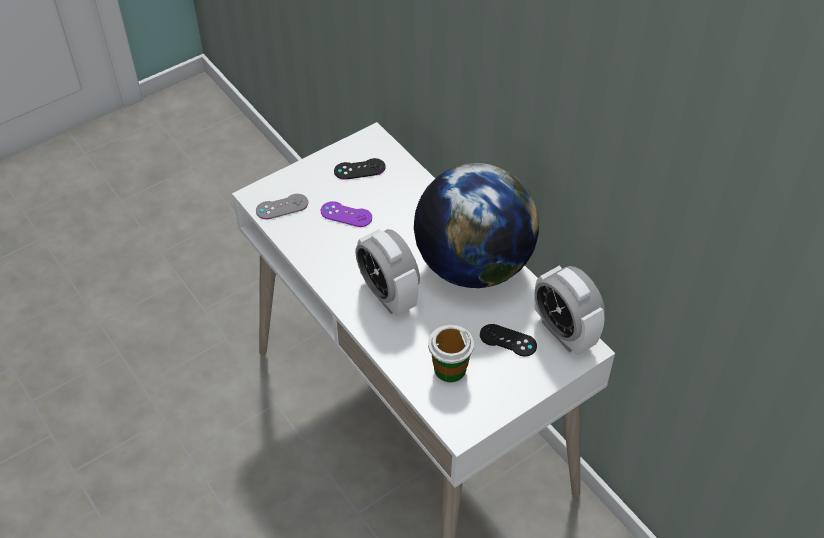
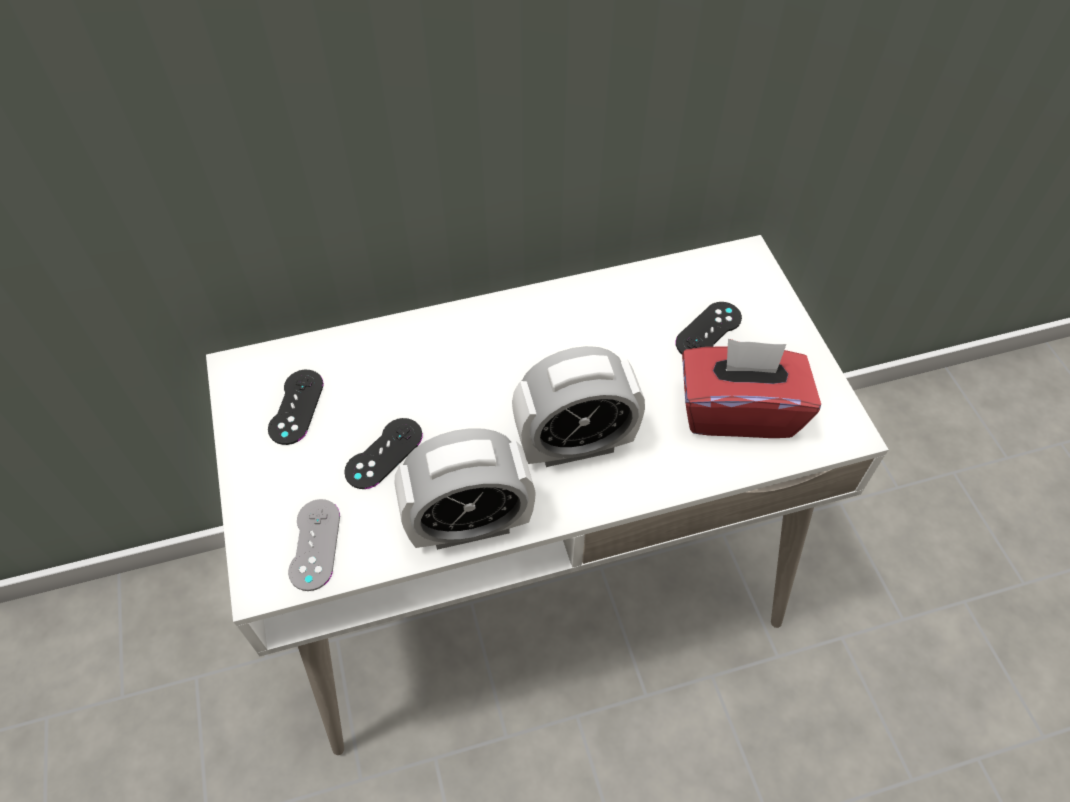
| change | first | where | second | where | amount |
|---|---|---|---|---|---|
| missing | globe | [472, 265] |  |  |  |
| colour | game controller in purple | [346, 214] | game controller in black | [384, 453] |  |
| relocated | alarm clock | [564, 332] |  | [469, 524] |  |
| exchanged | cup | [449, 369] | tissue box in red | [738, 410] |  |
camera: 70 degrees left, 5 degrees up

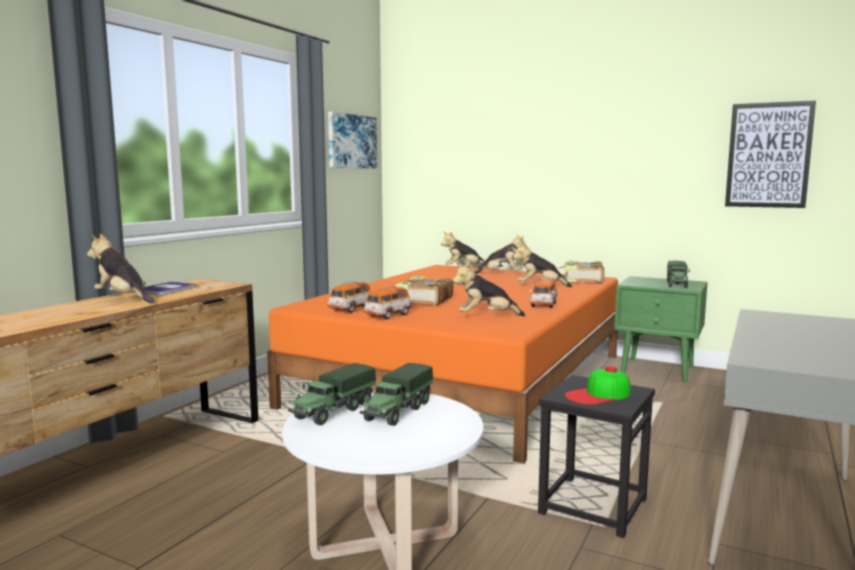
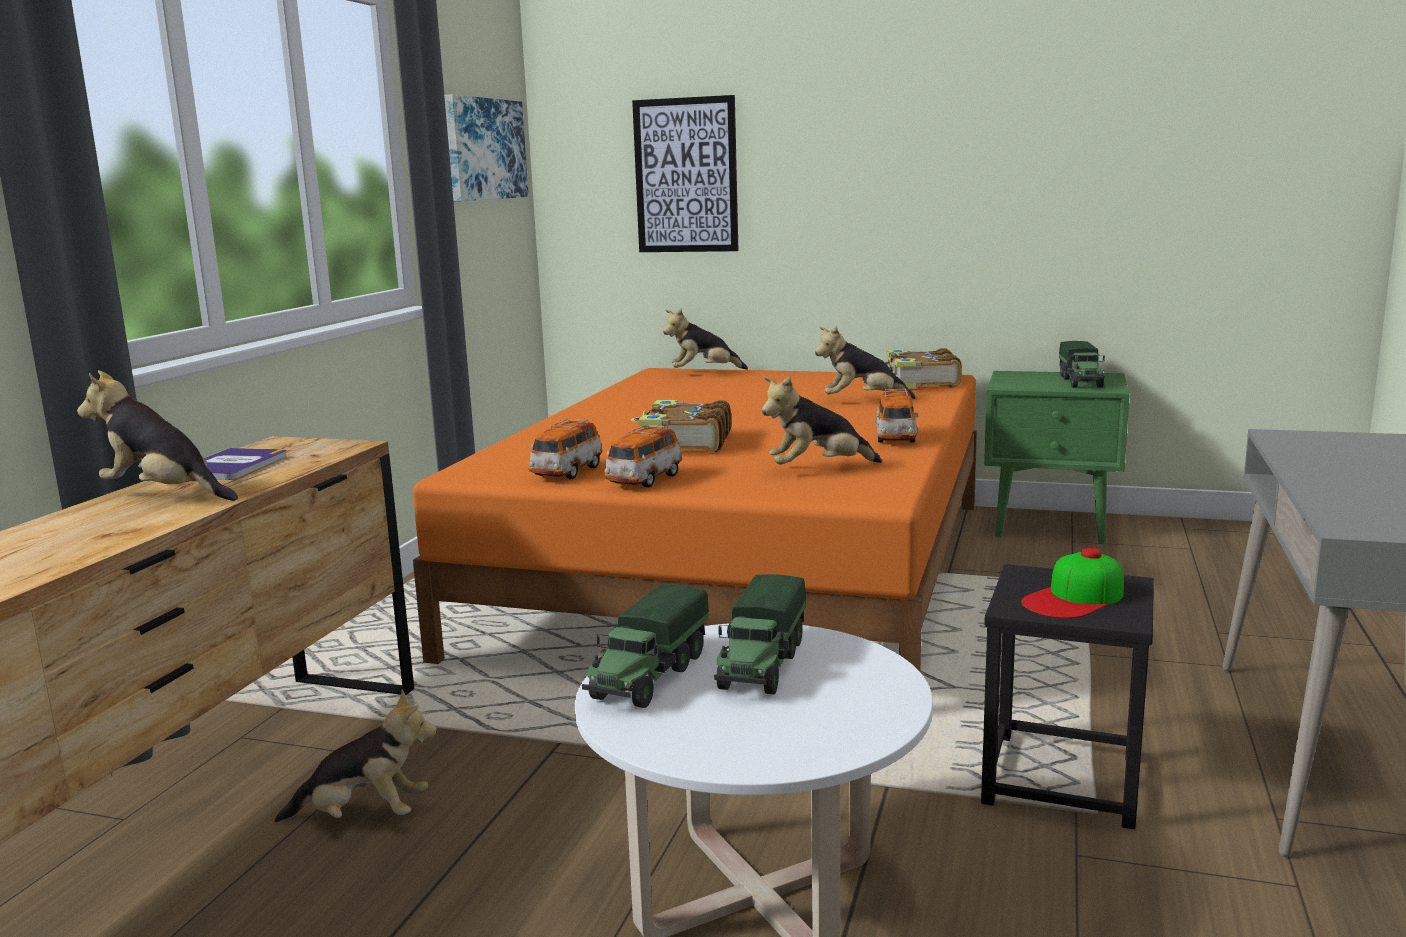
| change | first | where | second | where | amount |
|---|---|---|---|---|---|
| relocated | picture | [768, 155] |  | [686, 175] |  |
| relocated | plush toy | [501, 274] |  | [364, 816] |  |
camera: 10 degrees left, 5 degrees up

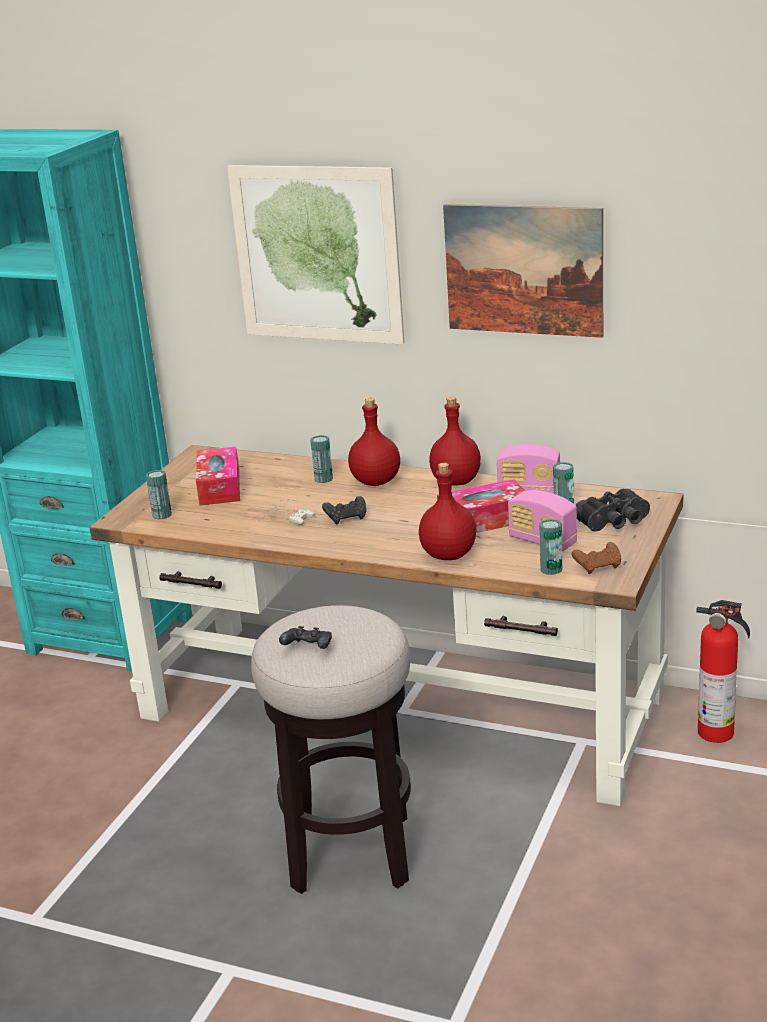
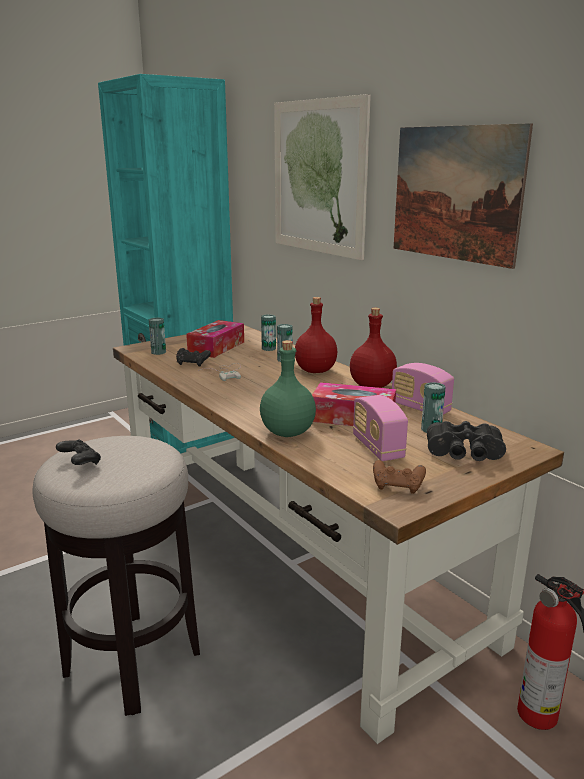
| change | first | where | second | where | amount |
|---|---|---|---|---|---|
| colour | bottle in red | [448, 555] | bottle in green | [286, 432] |  |
| relocated | game controller in black | [346, 518] |  | [193, 363] |  |
| relocated | can | [551, 569] |  | [268, 348] |  |
camera: 30 degrees right, 5 degrees down

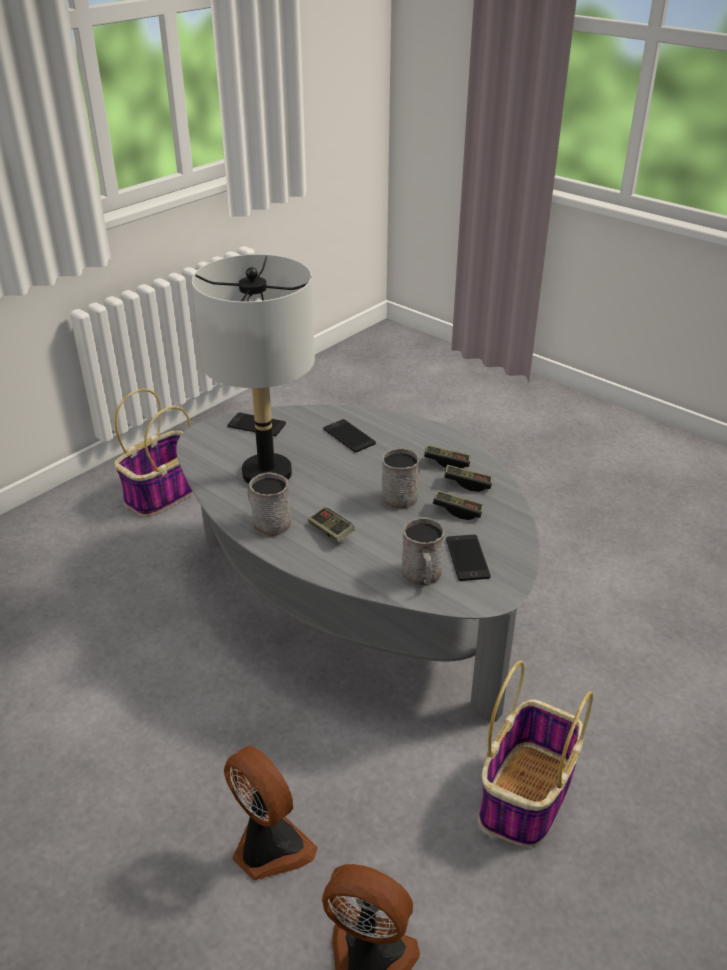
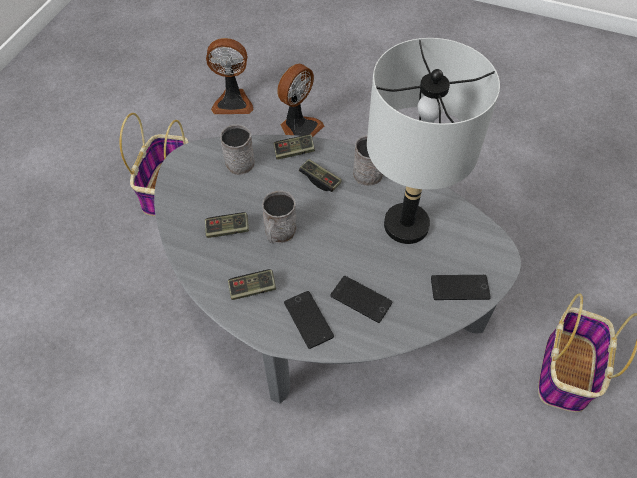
| change | first | where | second | where | amount |
|---|---|---|---|---|---|
| relocated | game controller | [467, 484] |  | [294, 152] |  |
| relocated | phone | [467, 558] |  | [308, 319] |  |
| spun | fan | [268, 848] |  | [299, 128] | 75 degrees counterclockwise |
camera: 160 degrees right, 20 degrees up

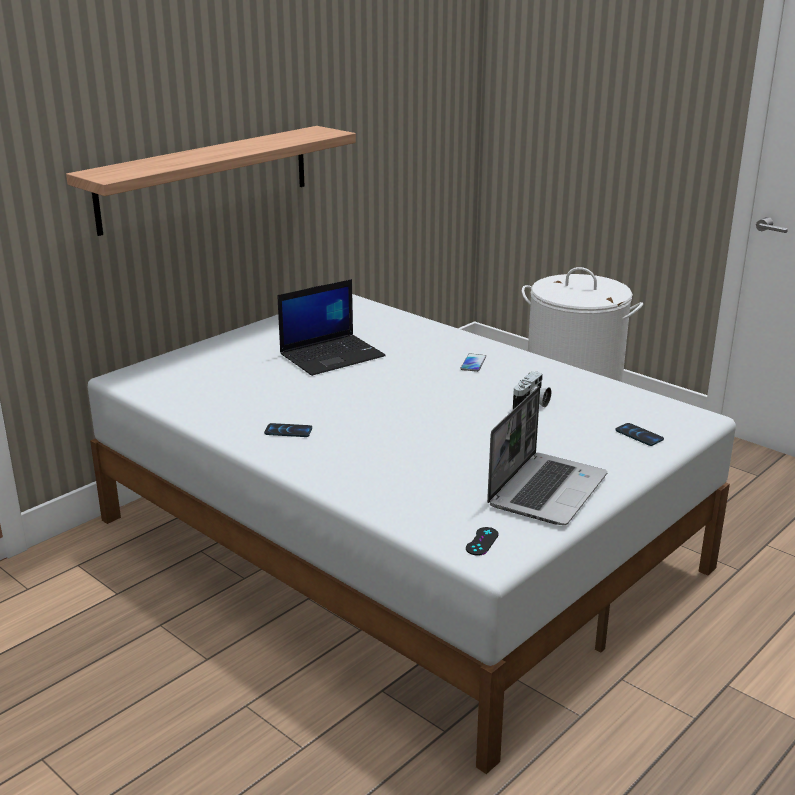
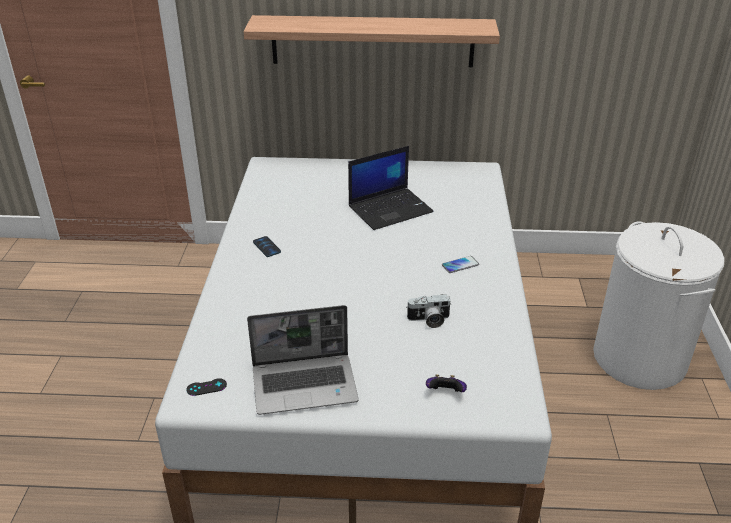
| change | first | where | second | where | amount |
|---|---|---|---|---|---|
| spun | laptop | [332, 355] |  | [390, 208] | 45 degrees counterclockwise |
| exchanged | phone | [639, 435] | game controller | [445, 393] |  |
camera: 50 degrees right, 10 degrees up

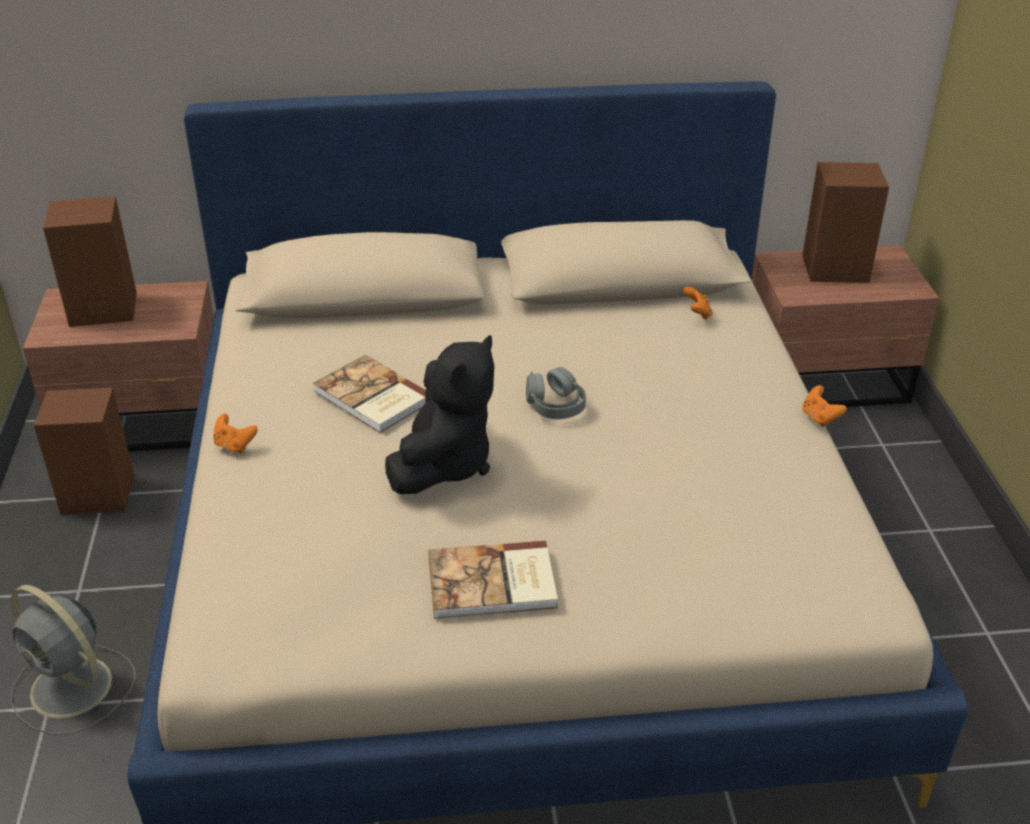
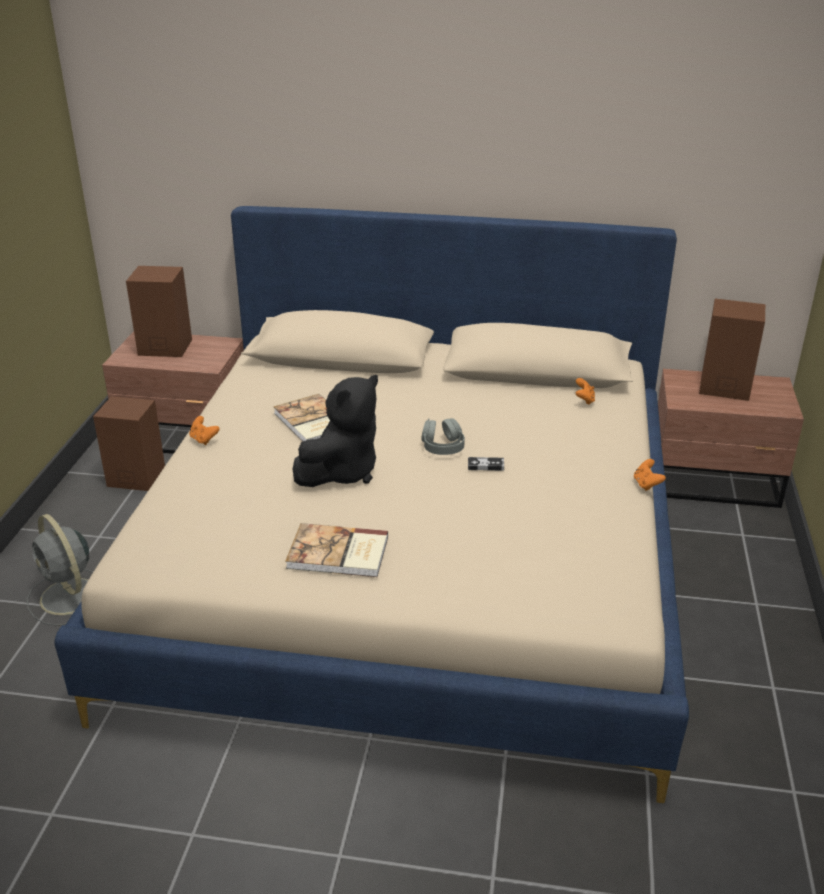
| change | first | where | second | where | amount |
|---|---|---|---|---|---|
| appeared |  |  | game controller | [485, 466] |  |
camera: 15 degrees right, 5 degrees down

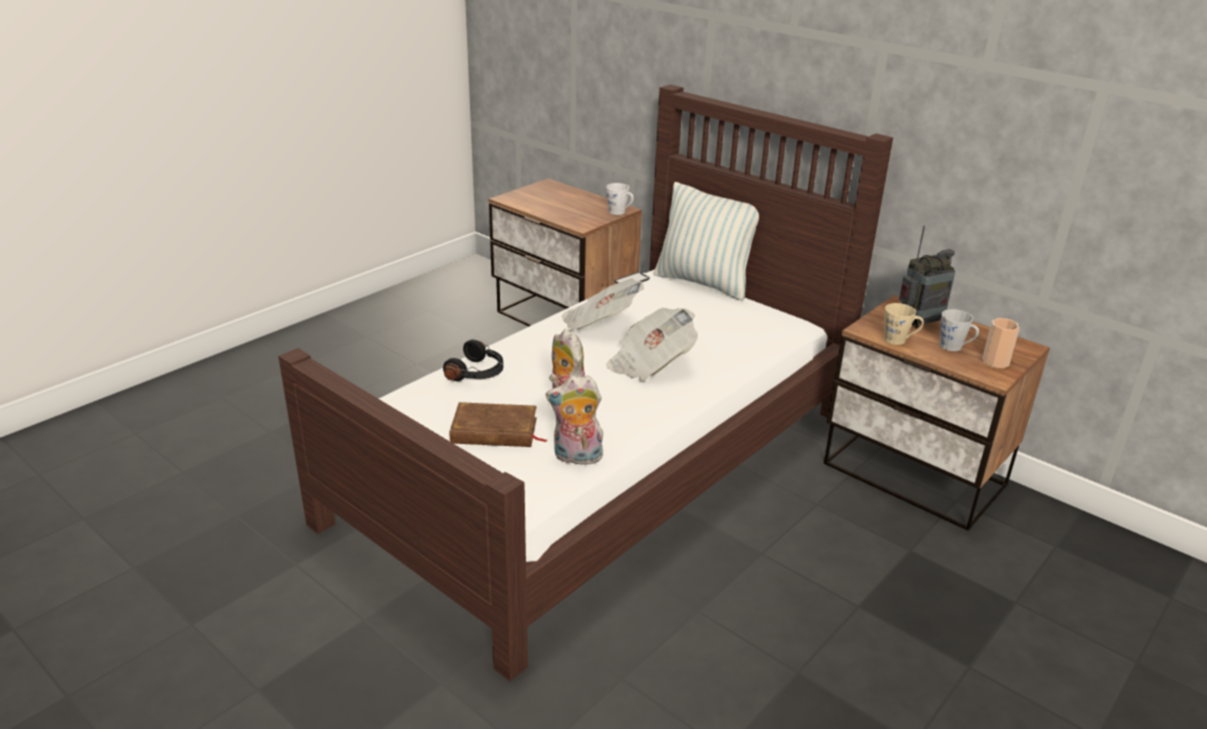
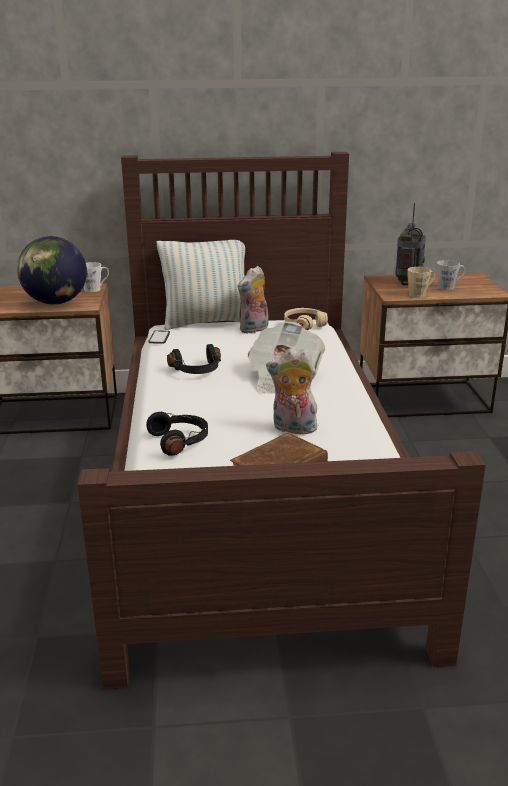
| change | first | where | second | where | amount |
|---|---|---|---|---|---|
| exchanged | newspaper | [599, 324] | headphones in black | [197, 371] |  |
| missing | cup | [995, 362] |  |  |  |
| relocated | plush toy | [576, 458] |  | [254, 329] |  |
| appeared |  |  | globe | [56, 302] |  |
| appeared |  |  | headphones in beige | [304, 324] |  |
camera: 45 degrees left, 5 degrees down

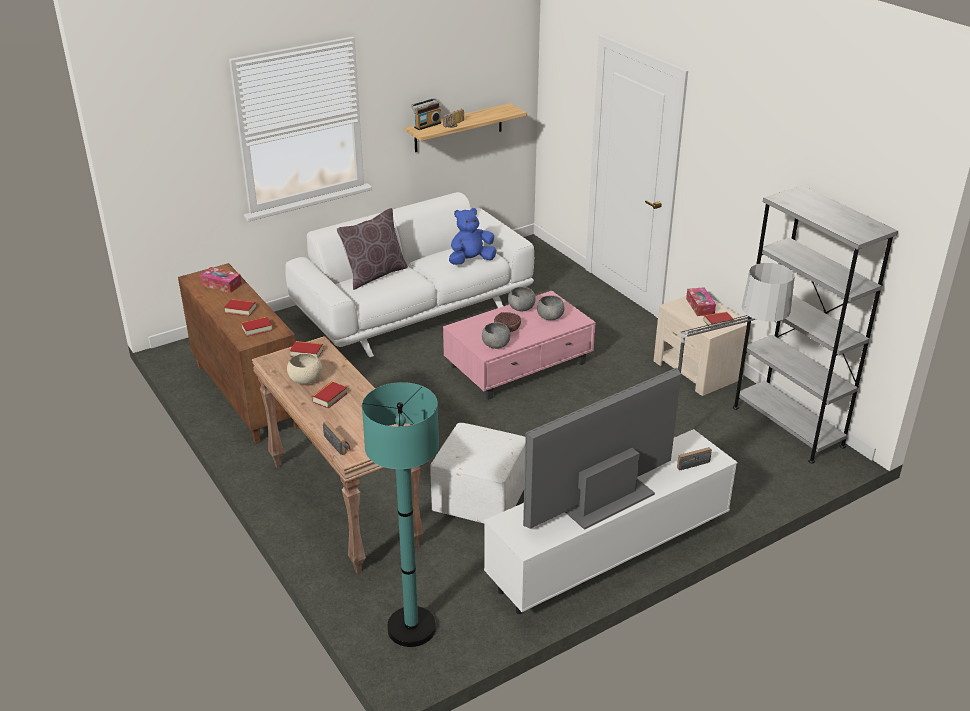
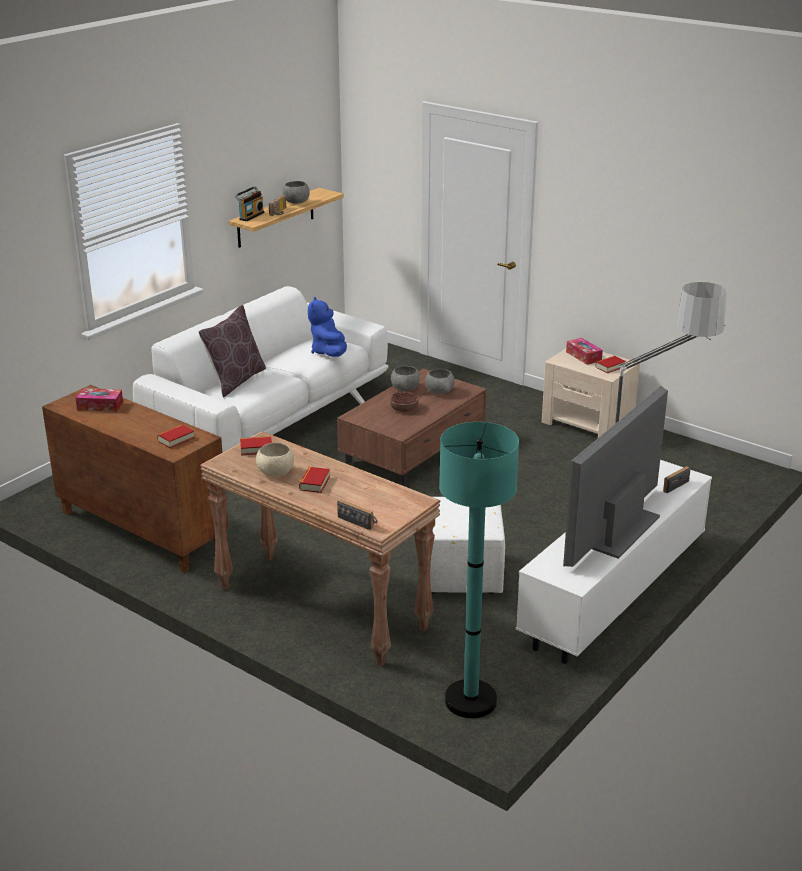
| change | first | where | second | where | amount |
|---|---|---|---|---|---|
| missing | bookcase in grey | [787, 426] |  |  |  |
| spun | plush toy in blue | [471, 261] |  | [329, 352] | 45 degrees counterclockwise |
| colour | coffee table in pink | [519, 365] | coffee table in brown | [414, 448] |  |
| missing | book | [240, 310] |  |  |  |
| relocated | bowl in grey | [496, 345] |  | [296, 202] |  |
camera: 20 degrees left, 5 degrees down

